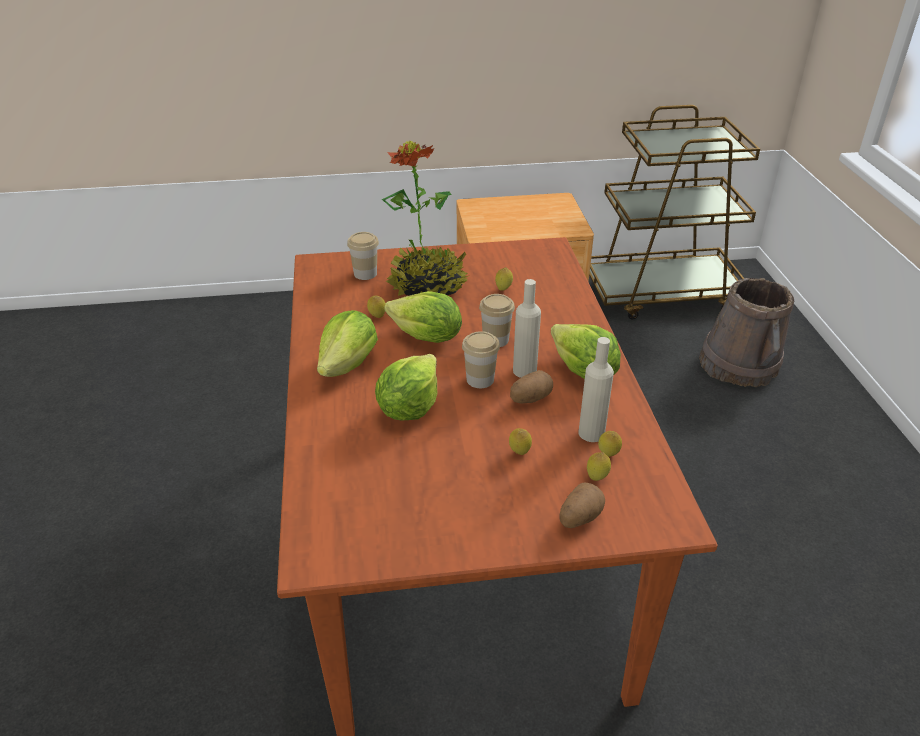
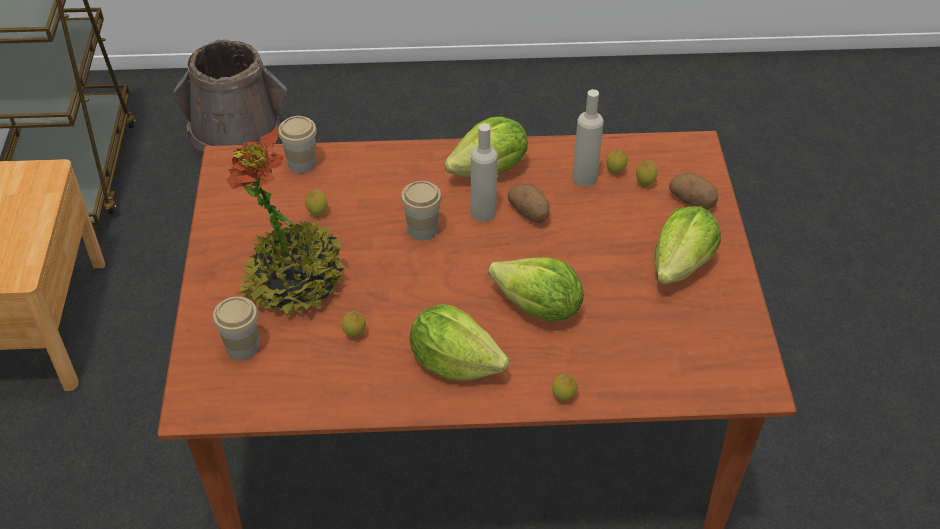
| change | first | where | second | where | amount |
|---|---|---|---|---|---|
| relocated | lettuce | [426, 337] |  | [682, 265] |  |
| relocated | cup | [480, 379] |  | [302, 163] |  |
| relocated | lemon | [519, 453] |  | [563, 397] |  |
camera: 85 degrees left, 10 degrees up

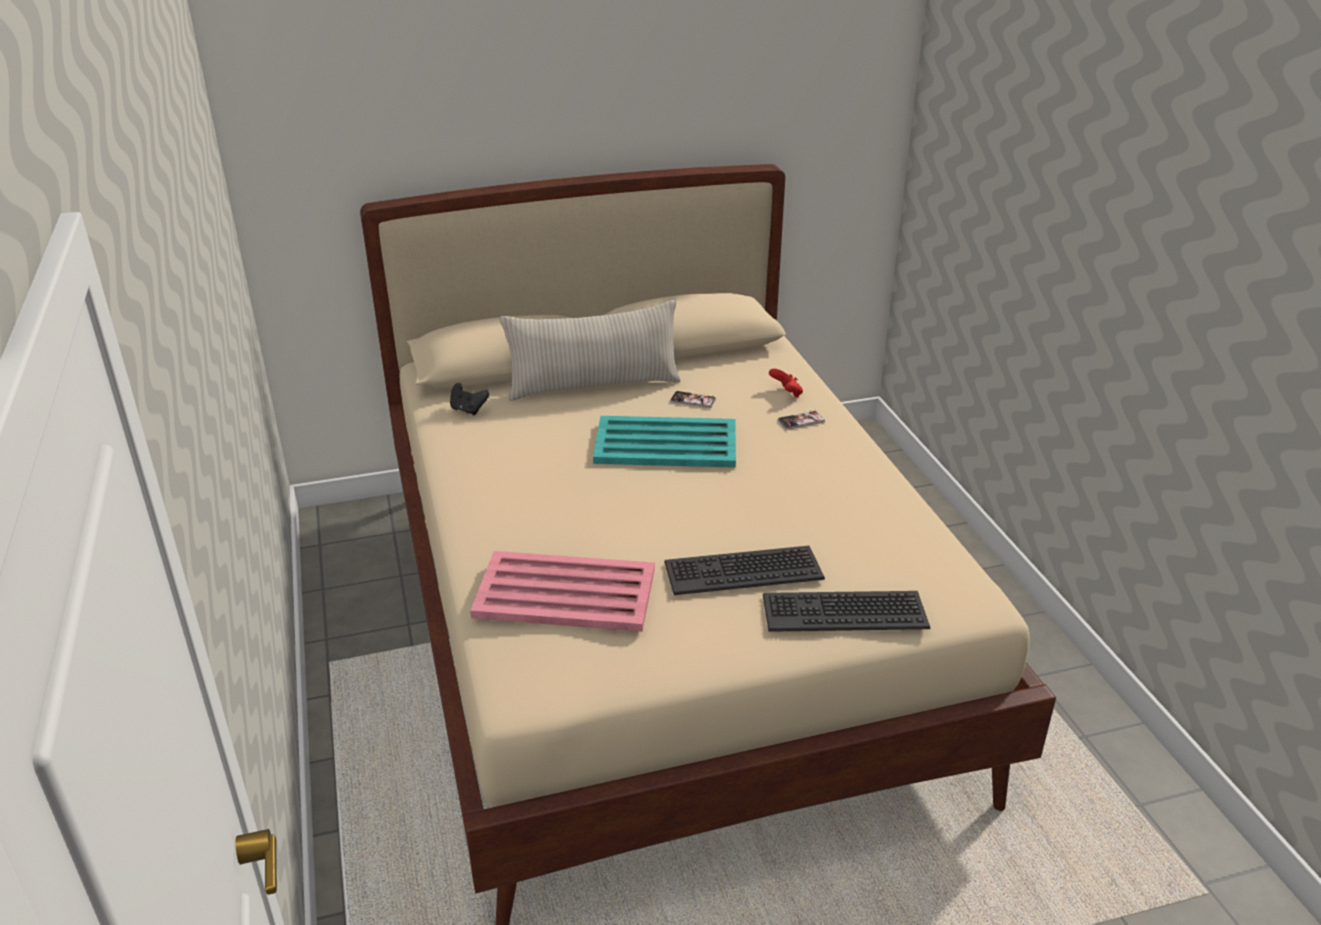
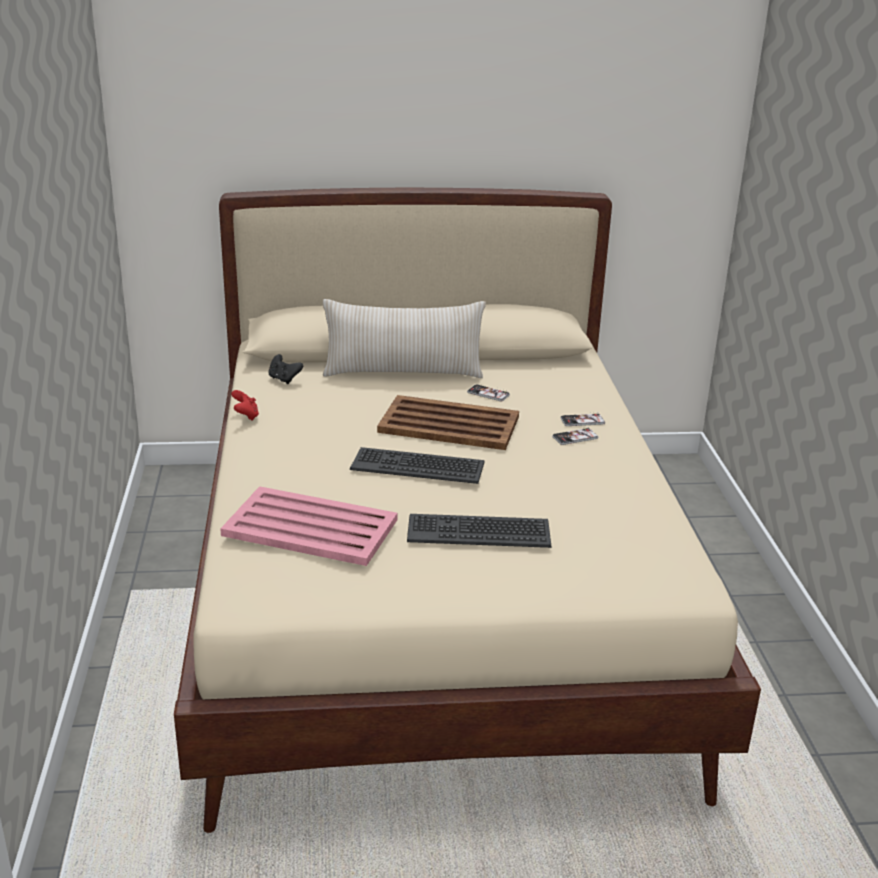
| change | first | where | second | where | amount |
|---|---|---|---|---|---|
| relocated | game controller in red | [786, 393] |  | [245, 416] |  |
| colour | tray in turquoise | [664, 443] | tray in brown | [447, 424] |  |
| relocated | keyboard | [844, 611] |  | [418, 466] |  |
| appeared |  |  | phone | [575, 437] |  |
camera: 10 degrees right, 5 degrees down

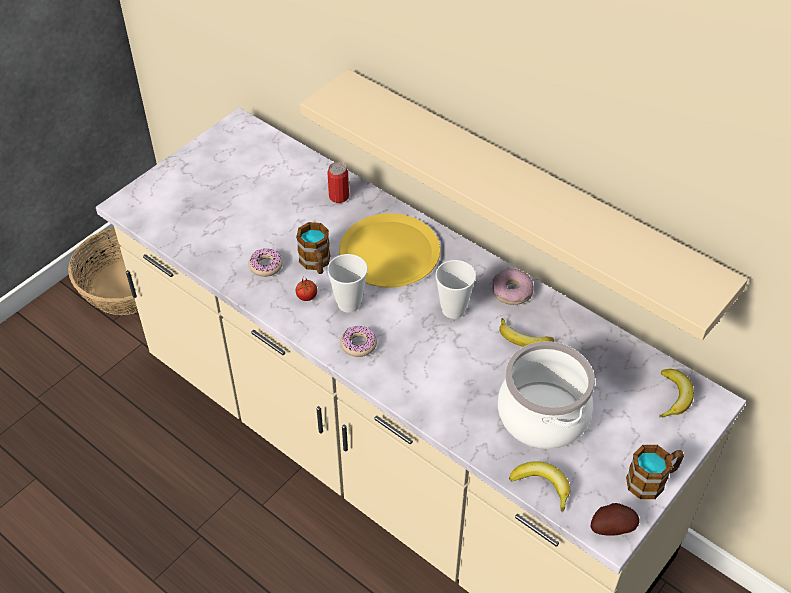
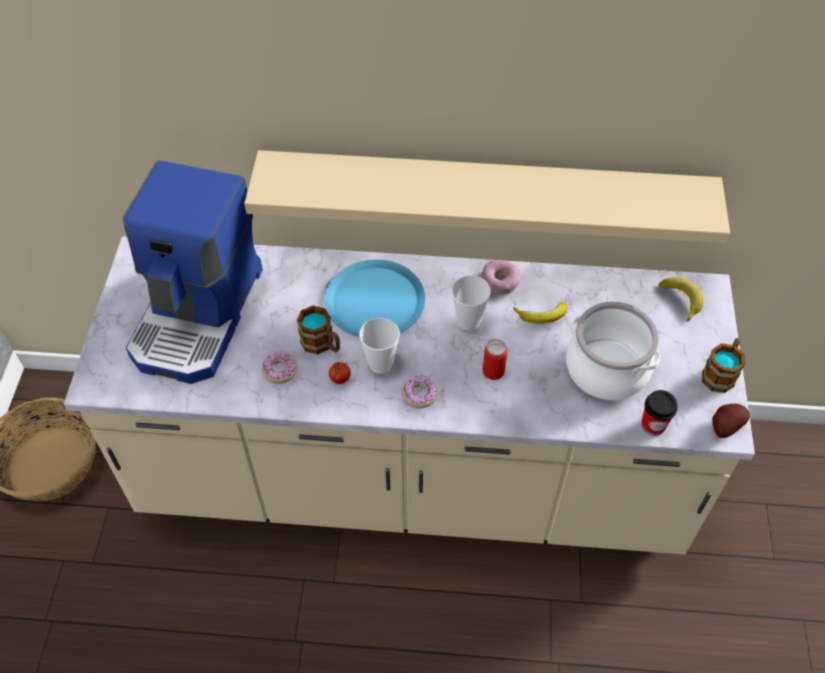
| change | first | where | second | where | amount |
|---|---|---|---|---|---|
| relocated | can | [339, 196] |  | [493, 371] |  |
| colour | plate in yellow | [389, 252] | plate in blue | [375, 300] |  |
| exchanged | banana | [542, 485] | cup | [653, 425] |  |
| appeared |  |  | coffee machine | [199, 315] |  |
camera: 35 degrees left, 5 degrees up

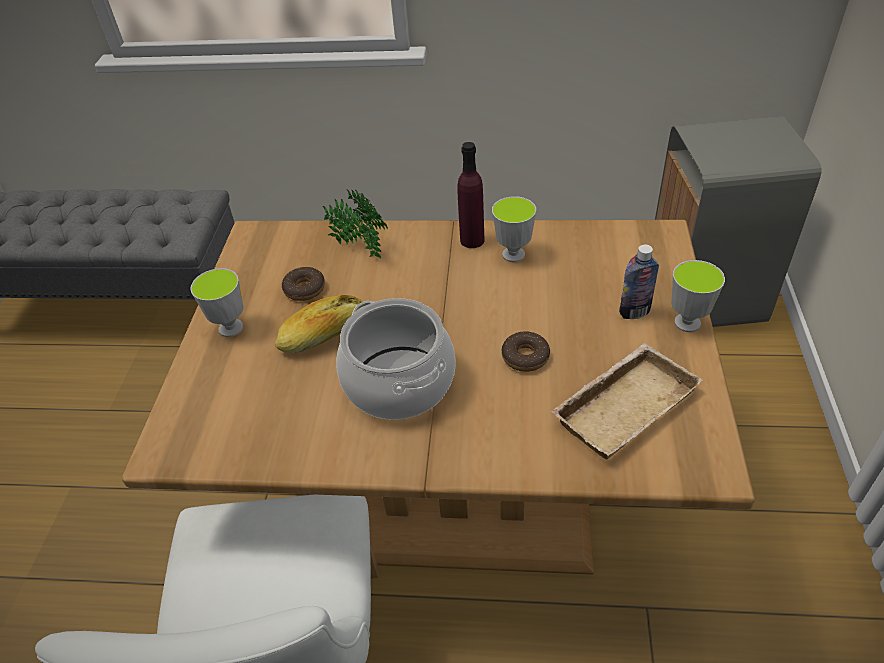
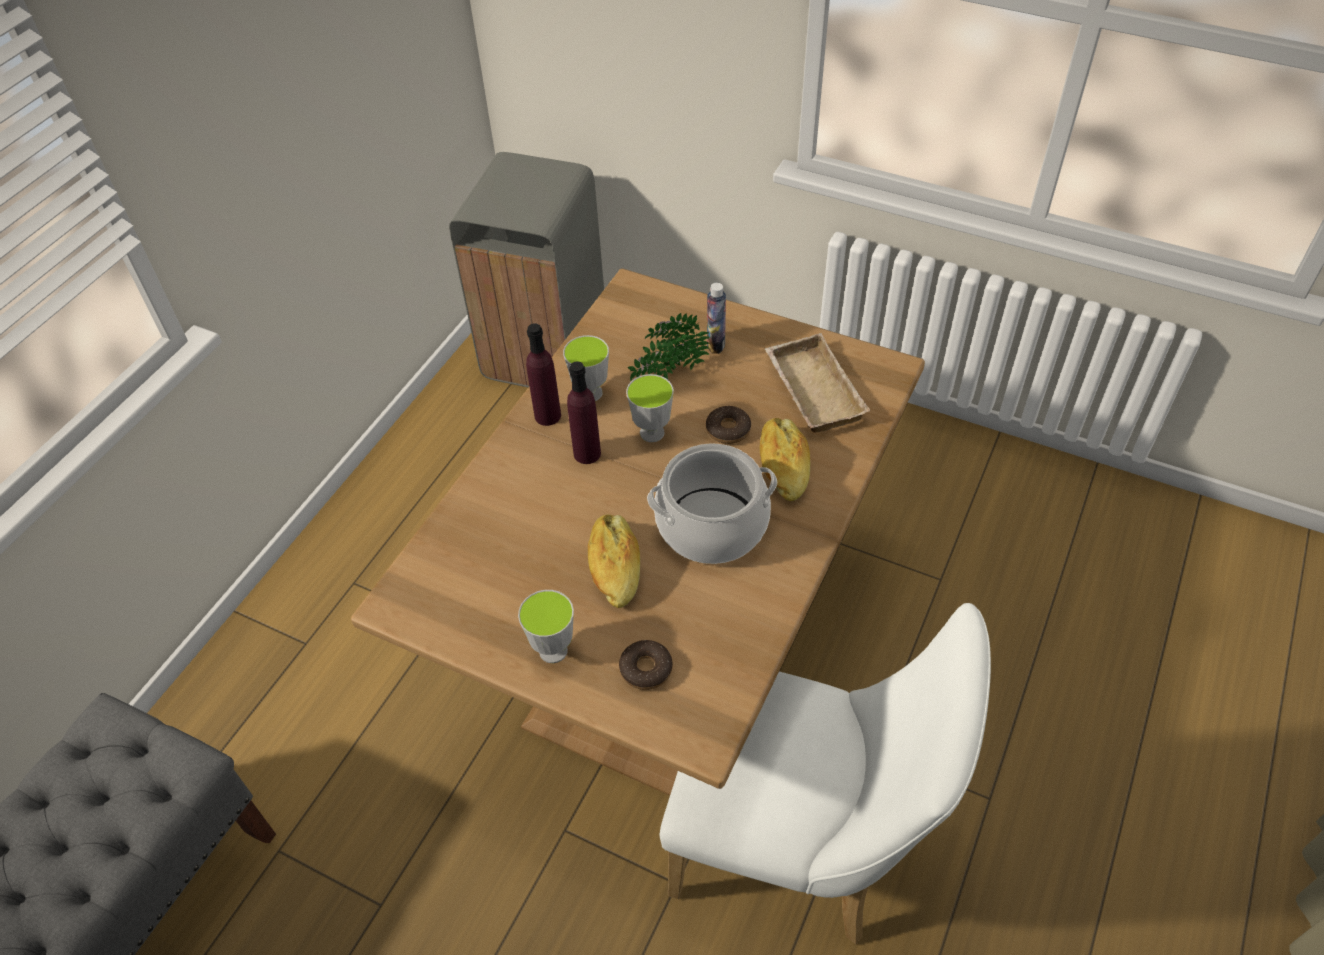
| change | first | where | second | where | amount |
|---|---|---|---|---|---|
| relocated | potted plant | [359, 248] |  | [667, 376] |  |
| relocated | cup | [687, 323] |  | [652, 433] |  |
| relocated | donut | [304, 289] |  | [646, 669] |  |
| appeared |  |  | bottle in purple | [587, 453] |  |
| appeared |  |  | bread | [783, 467] |  |
camera: 70 degrees left, 5 degrees up

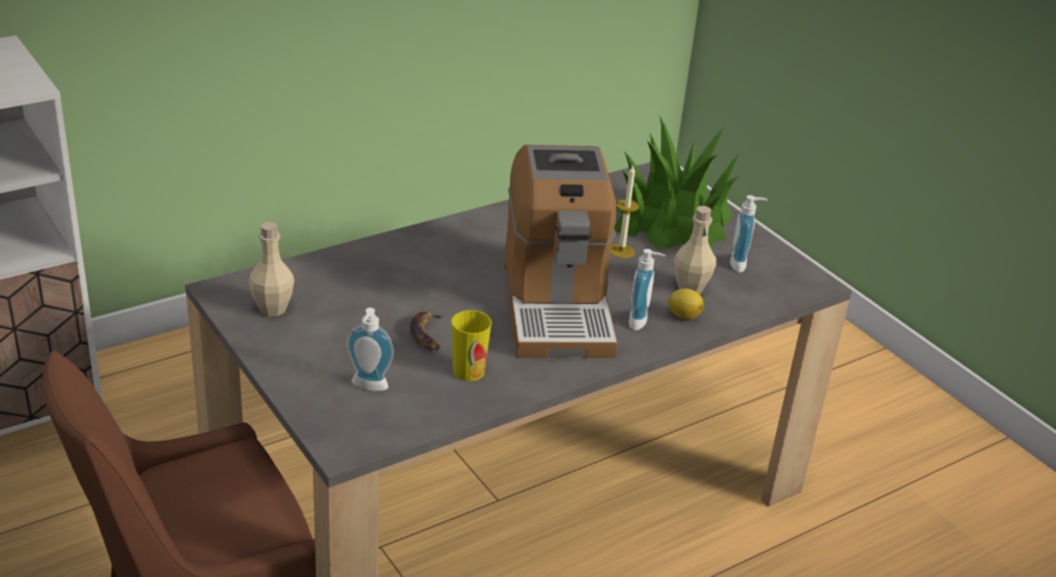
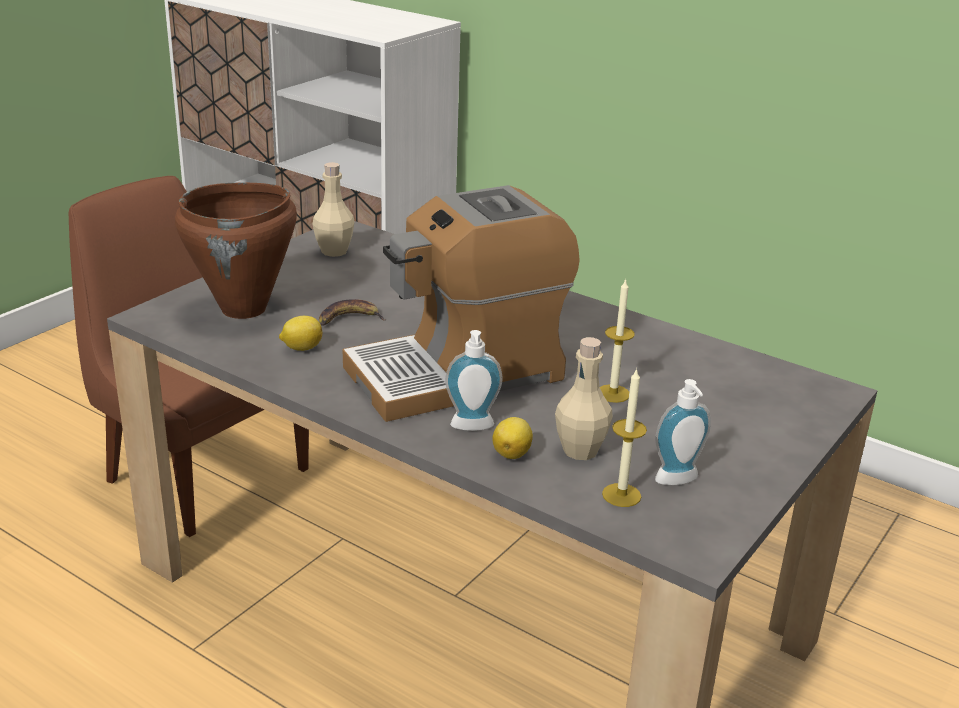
| change | first | where | second | where | amount |
|---|---|---|---|---|---|
| missing | potted plant | [672, 223] |  |  |  |
| exchanged | soap dispenser | [368, 387] | cooking pot in brown | [244, 309] |  |
| exchanged | cup | [468, 371] | lemon | [301, 348] |  |
| appeared |  |  | candle | [621, 495] |  |
camera: 70 degrees right, 5 degrees down

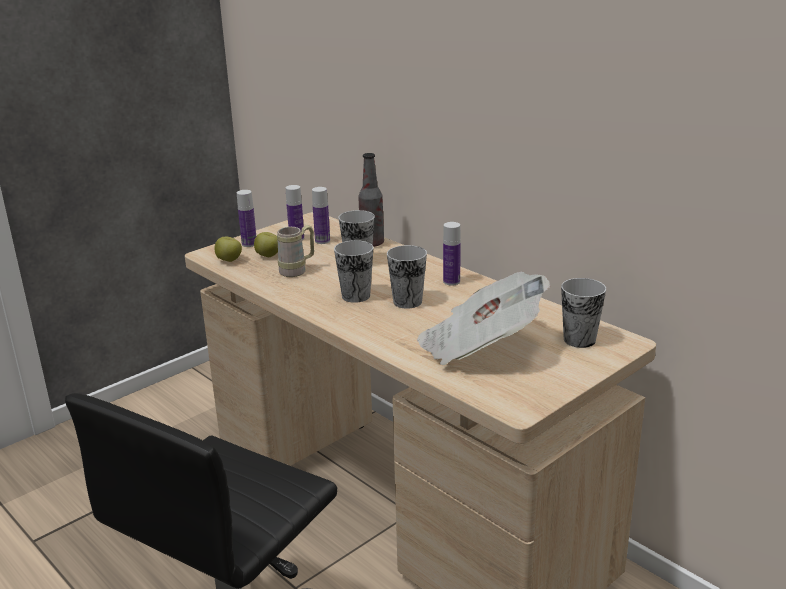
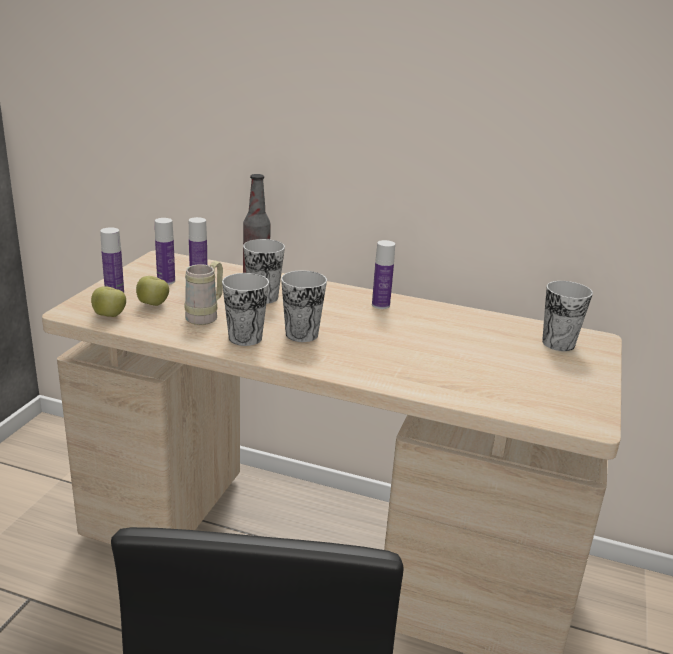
| change | first | where | second | where | amount |
|---|---|---|---|---|---|
| relocated | cup | [407, 302] |  | [245, 338] |  |
| missing | newspaper | [479, 347] |  |  |  |
camera: 30 degrees left, 0 degrees up

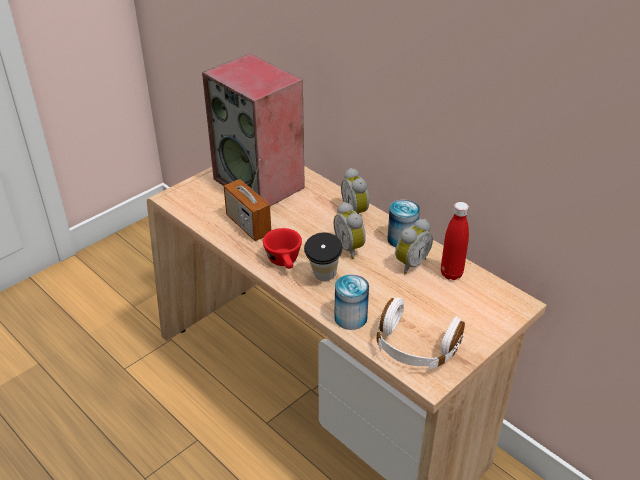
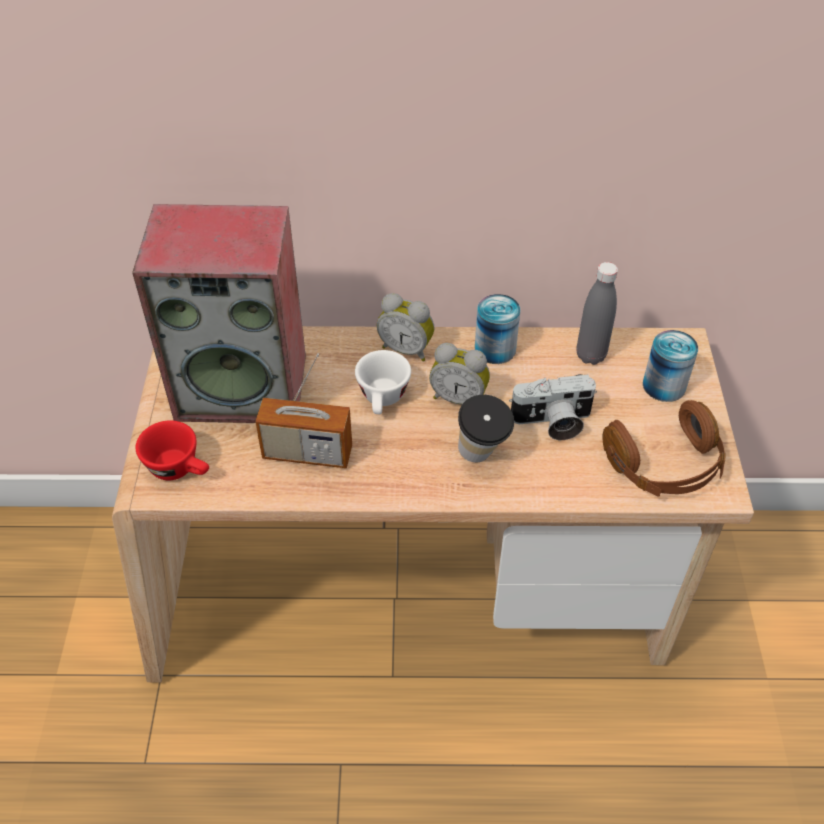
| change | first | where | second | where | amount |
|---|---|---|---|---|---|
| colour | bottle in red | [451, 274] | bottle in grey | [590, 355] |  |
| missing | alarm clock | [410, 263] |  |  |  |
| relocated | cup in red | [285, 262] |  | [180, 469] |  |
| relocated | can | [350, 318] |  | [664, 385] |  |
| colour | headphones in white | [415, 347] | headphones in brown | [665, 465] |  |
| appeared |  |  | cup in white | [383, 400] |  |
| appeared |  |  | photo camera | [552, 423] |  |
camera: 45 degrees left, 10 degrees up

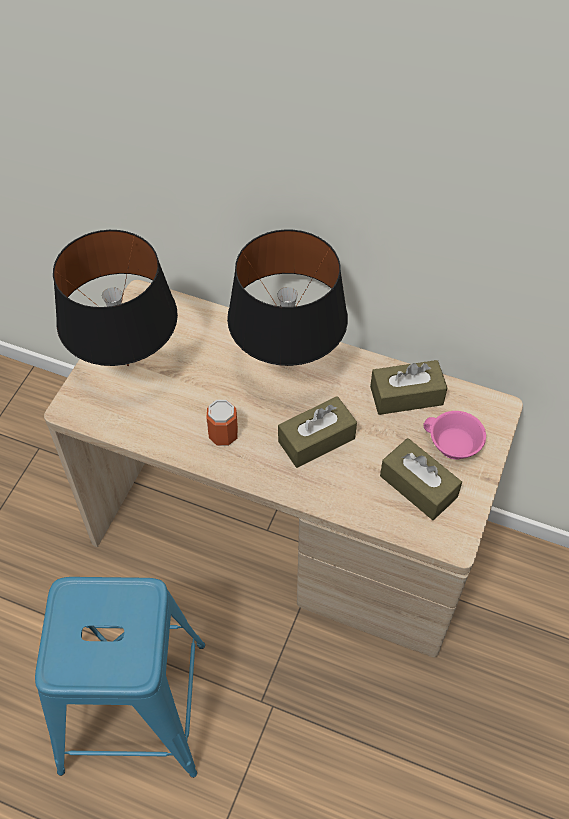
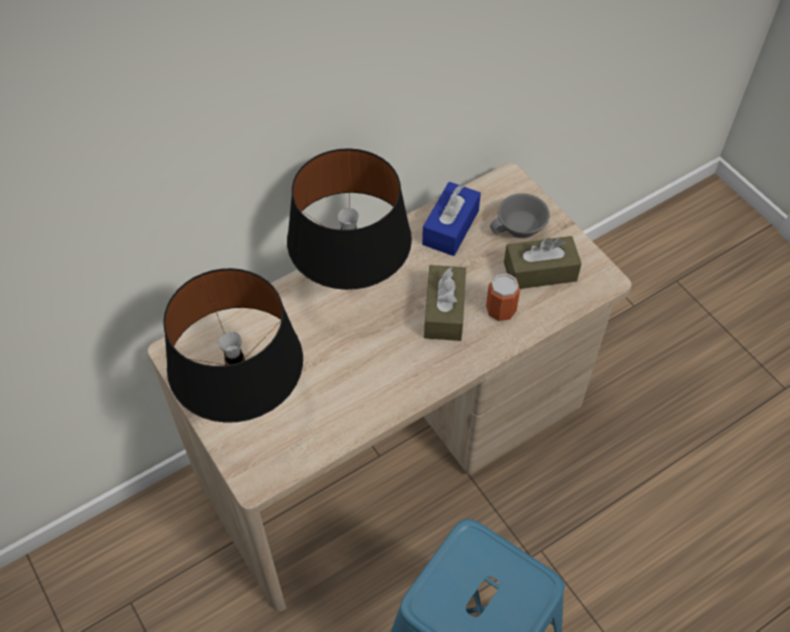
| change | first | where | second | where | amount |
|---|---|---|---|---|---|
| colour | tissue box in brown | [406, 395] | tissue box in blue | [450, 227] |  |
| relocated | can | [223, 435] |  | [500, 310] |  |
| colour | cup in pink | [452, 446] | cup in grey | [520, 229] |  |
camera: 55 degrees left, 0 degrees up

